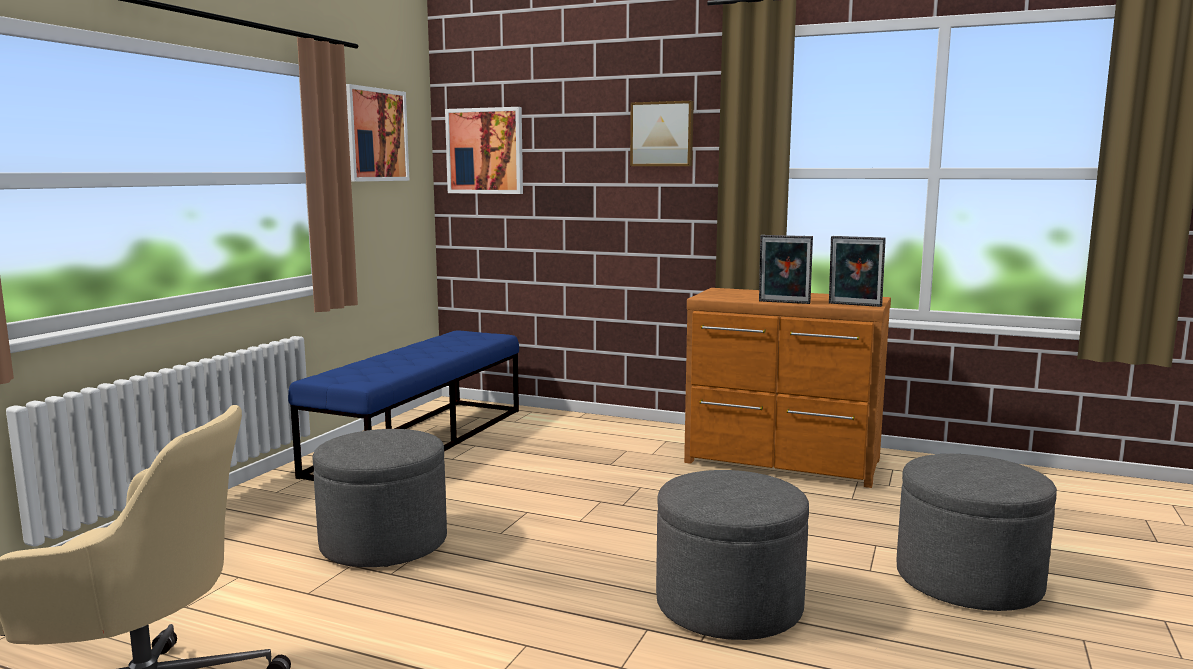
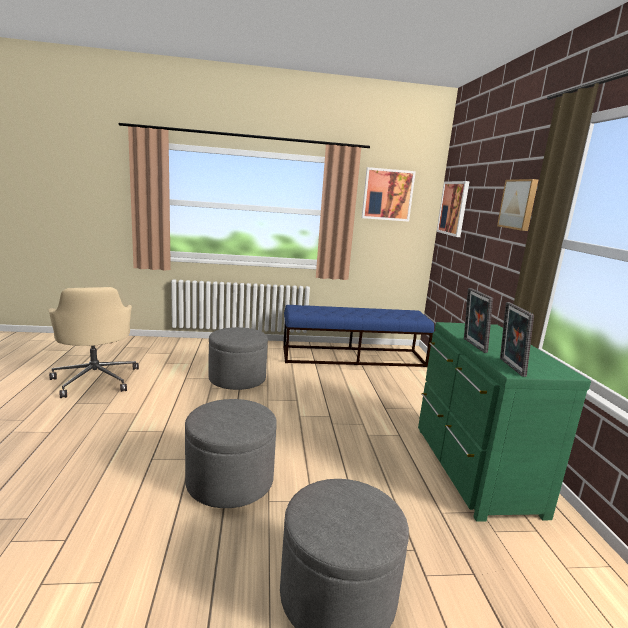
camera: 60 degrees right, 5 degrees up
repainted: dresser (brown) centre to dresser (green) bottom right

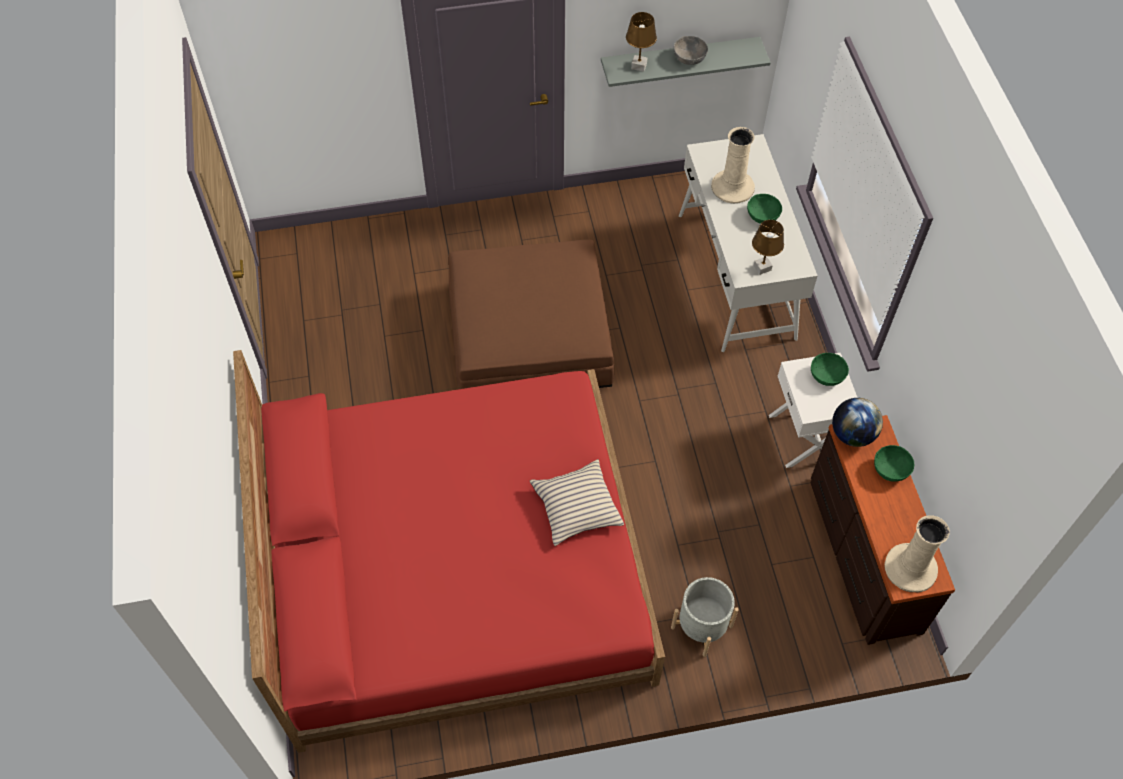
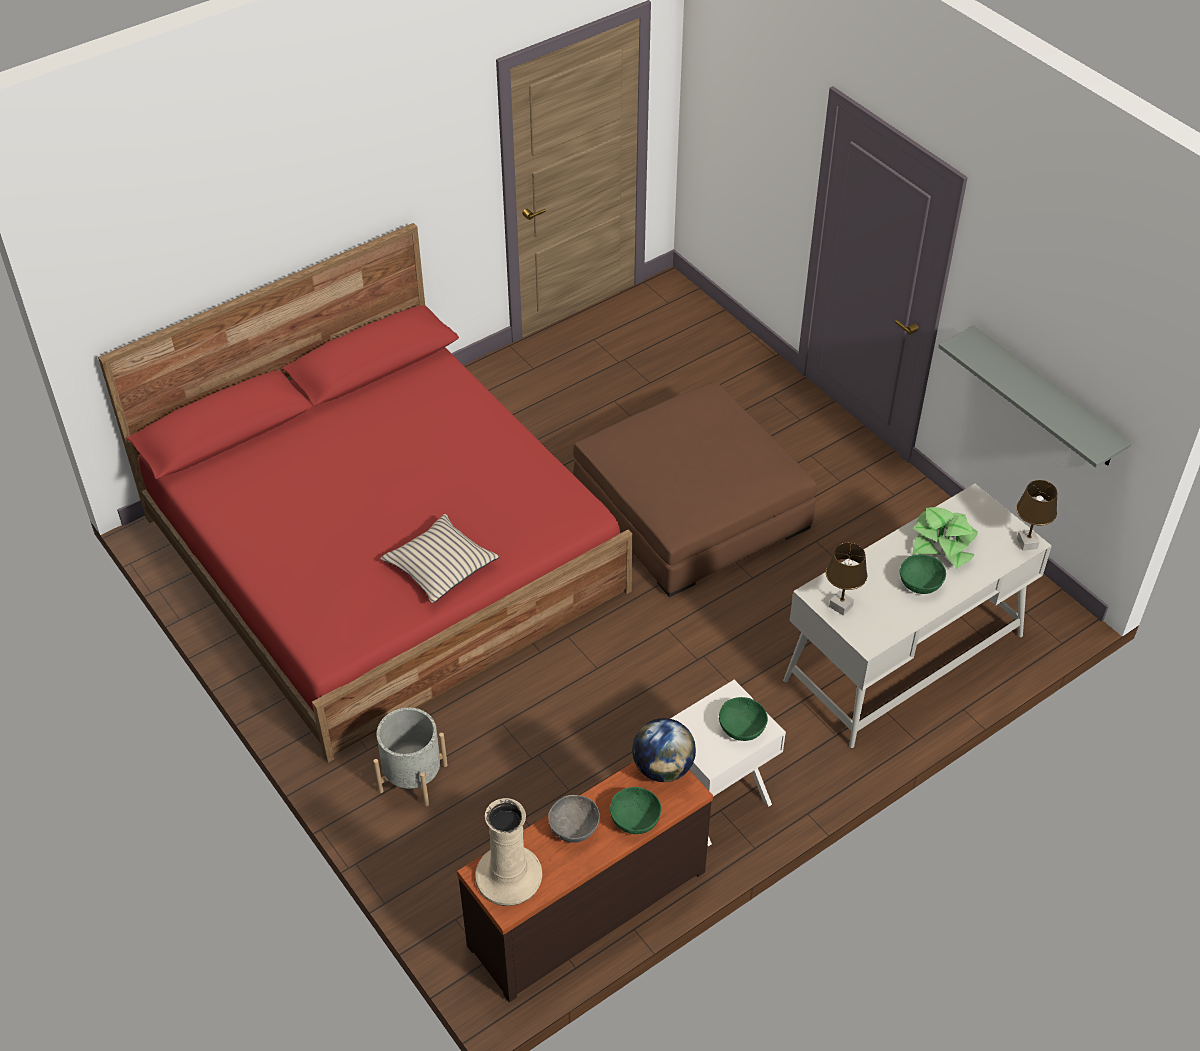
camera: 65 degrees right, 10 degrees down
shifted: table lamp (brown) (no. 1 from left in the first image) top centre to table lamp (brown) (no. 2 from left) middle right; bowl (grey) top centre to bottom centre
swapped: vase (beige) (no. 1 from left) top centre to potted plant middle right

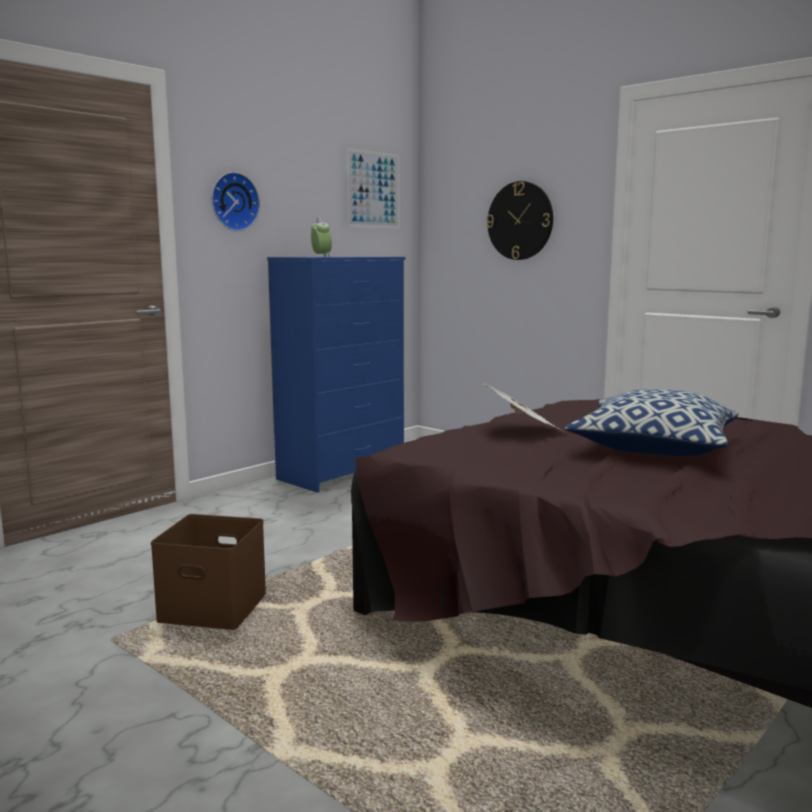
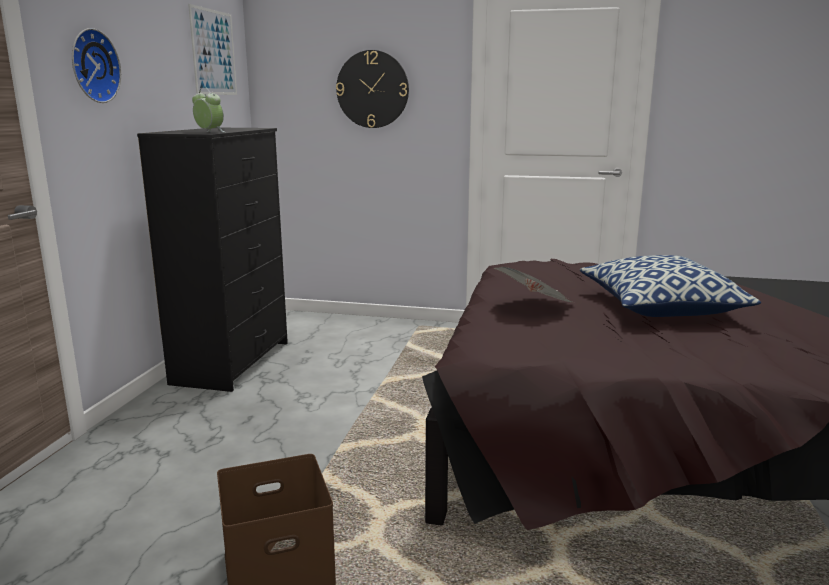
camera: 30 degrees left, 5 degrees up
repainted: dresser (blue) centre to dresser (black) middle left

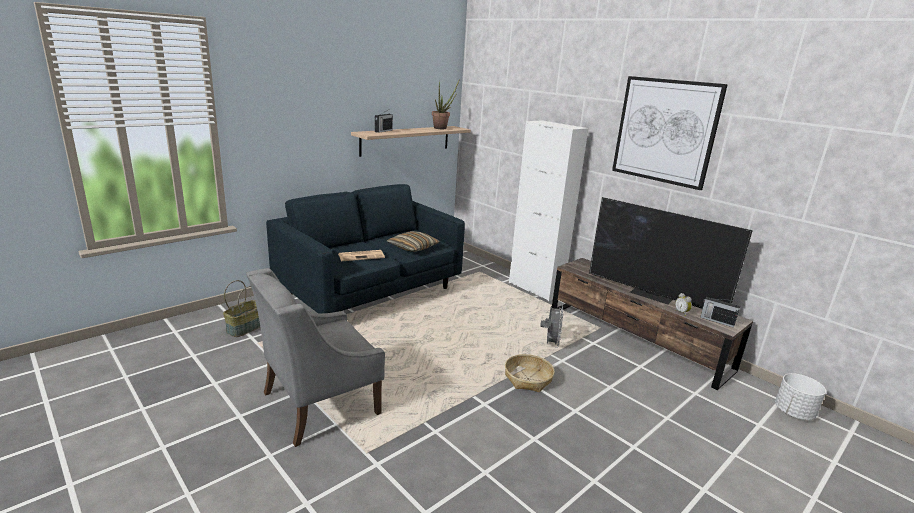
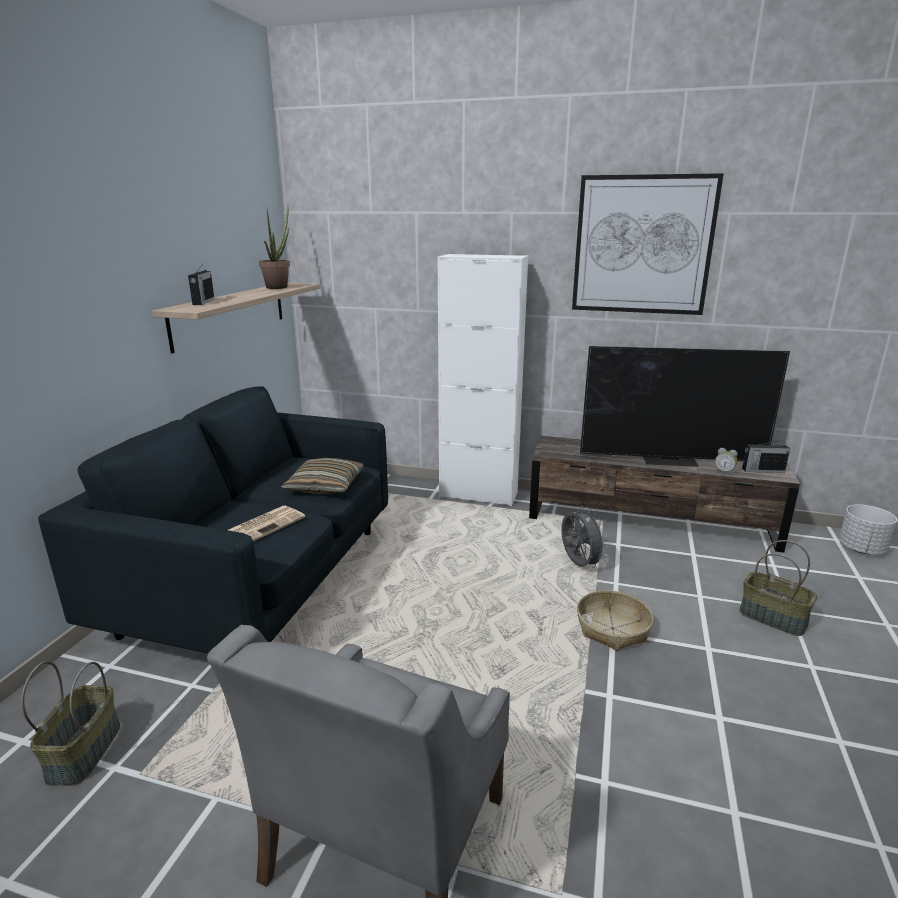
camera: 30 degrees left, 0 degrees up
new: basket (no. 3 from left) middle right

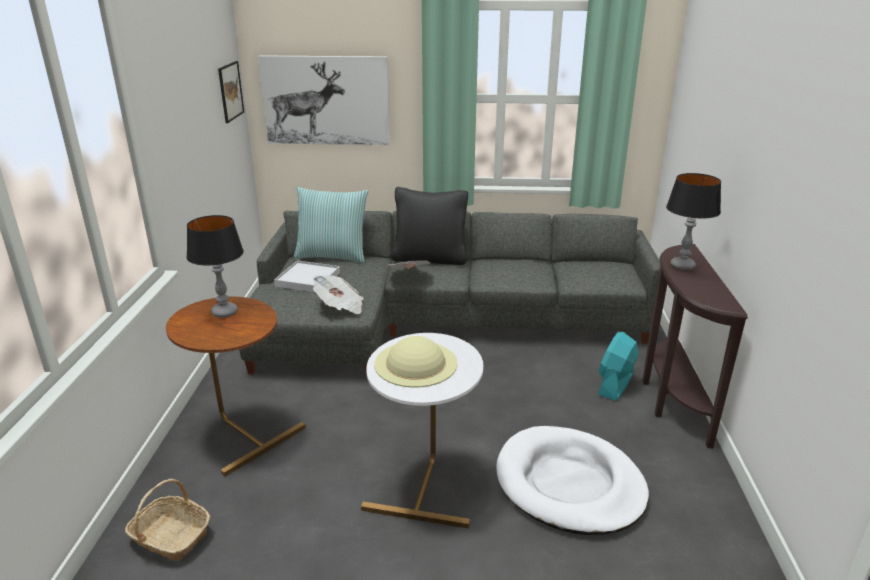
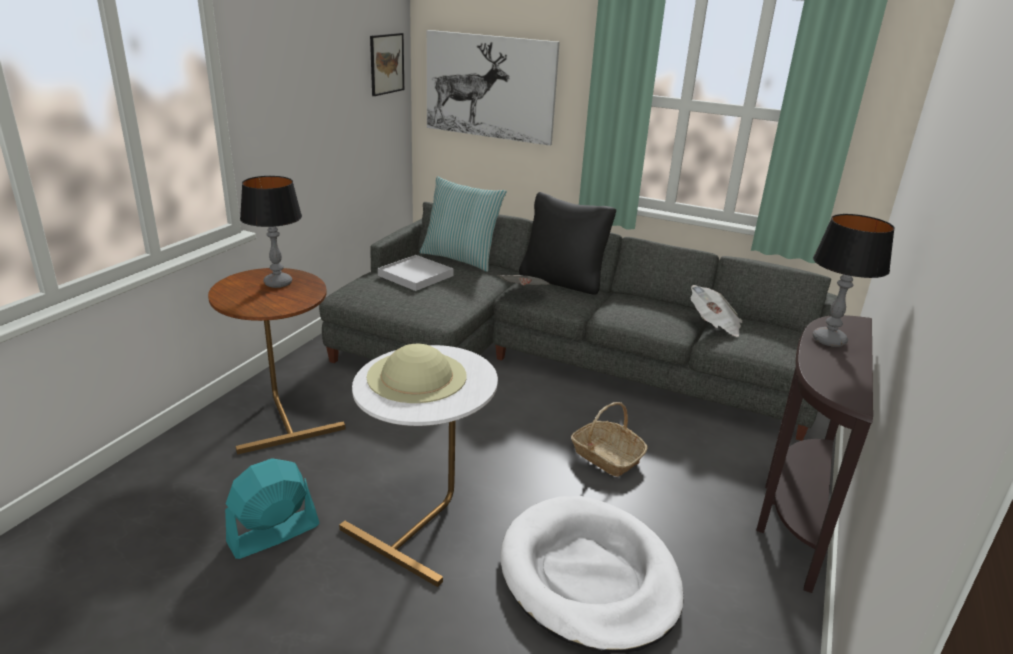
camera: 20 degrees right, 0 degrees up
shifted: basket bottom left to bottom centre; newspaper (no. 1 from left in the first image) centre to newspaper (no. 2 from left) middle right; fan (turquoise) middle right to bottom left

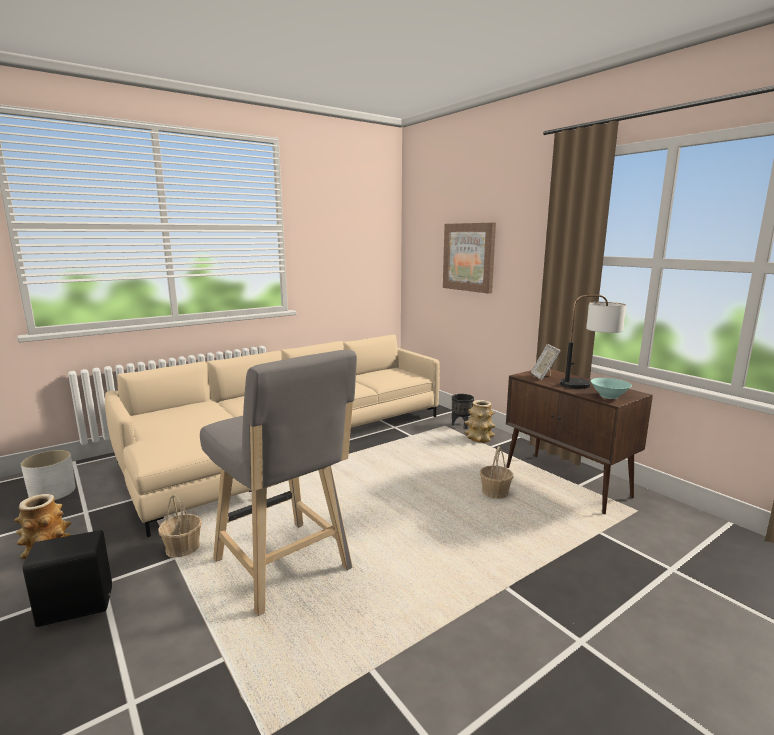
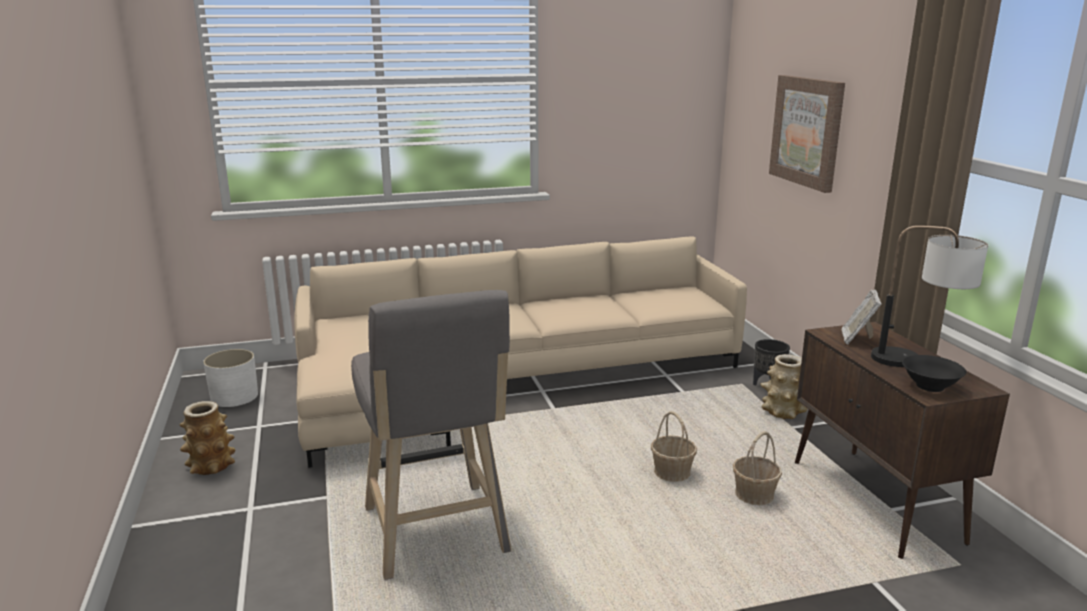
camera: 20 degrees right, 5 degrees up
gone: speaker (black) bottom left
shifted: basket (no. 1 from left) bottom left to bottom centre
repainted: bowl (turquoise) middle right to bowl (black) middle right

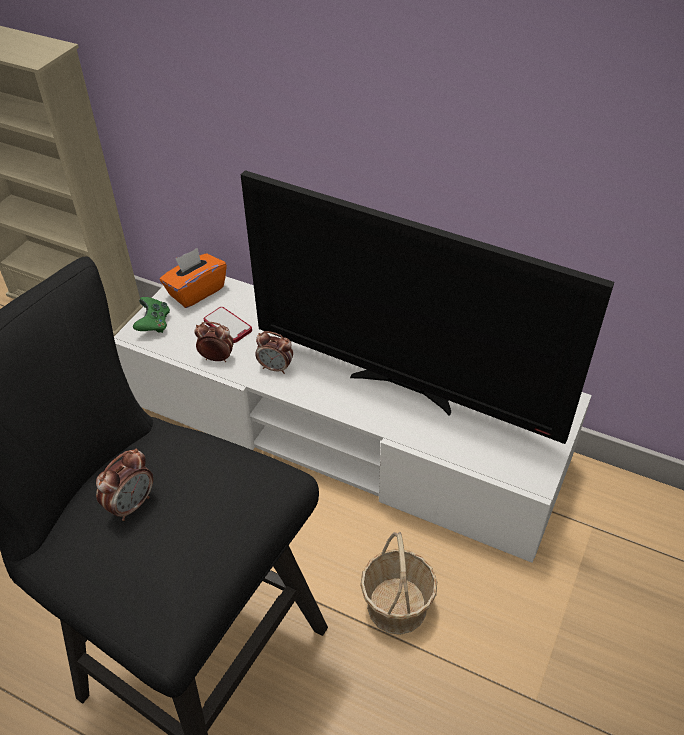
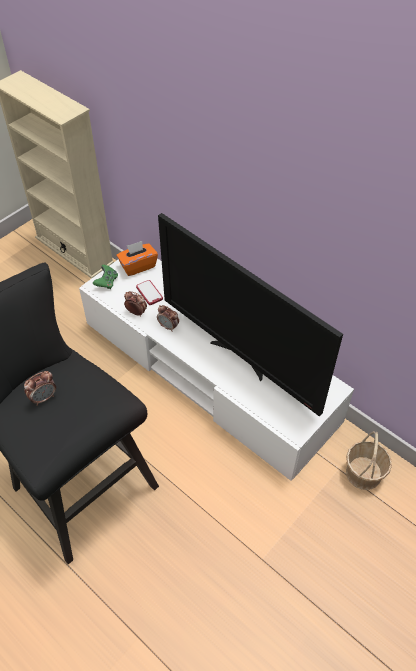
camera: 15 degrees right, 5 degrees up
shifted: basket bottom centre to bottom right

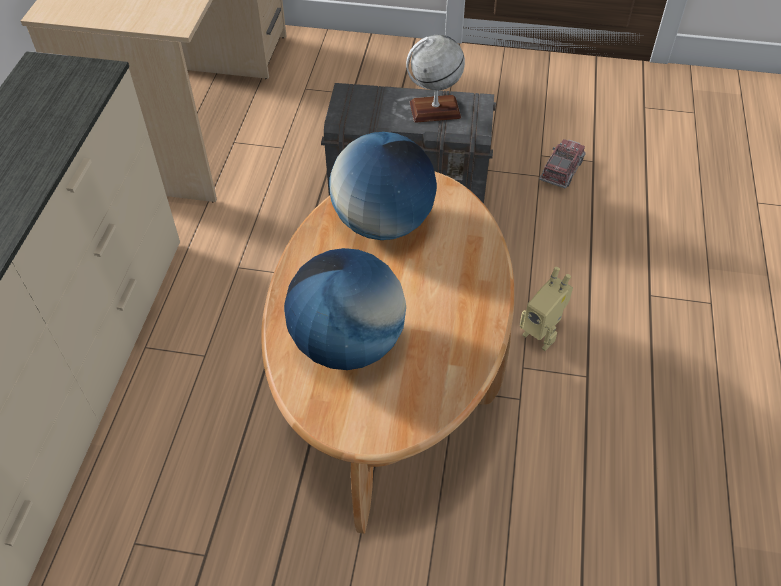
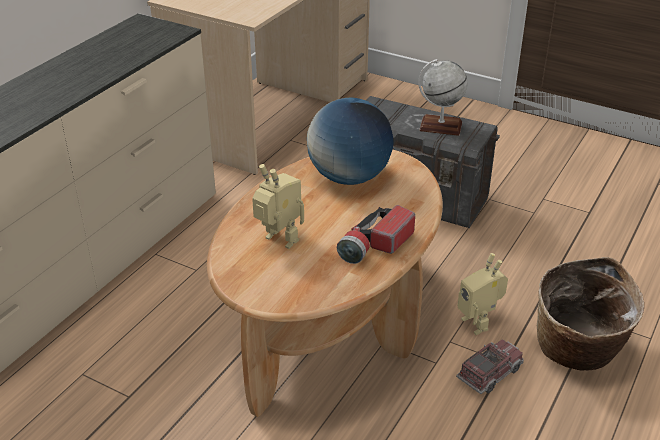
camera: 20 degrees right, 15 degrees down
new: flashlight centre; basket bottom right
shifted: toy truck top right to bottom right
swapped: globe (no. 1 from left) centre to toy robot (no. 1 from left) centre

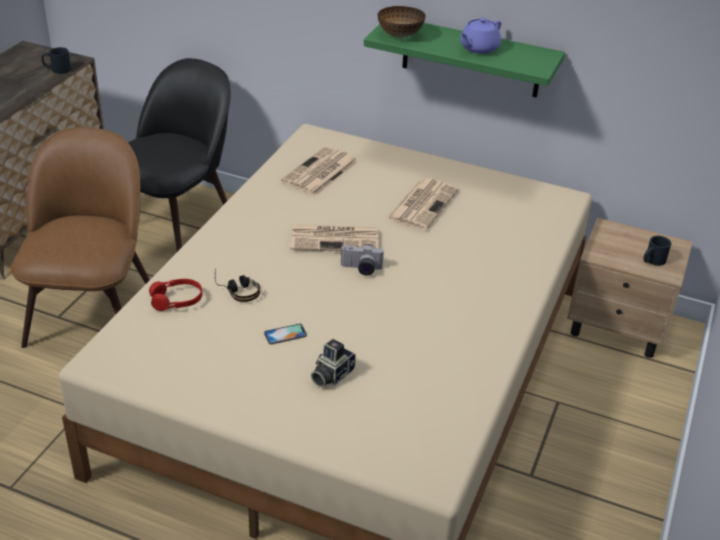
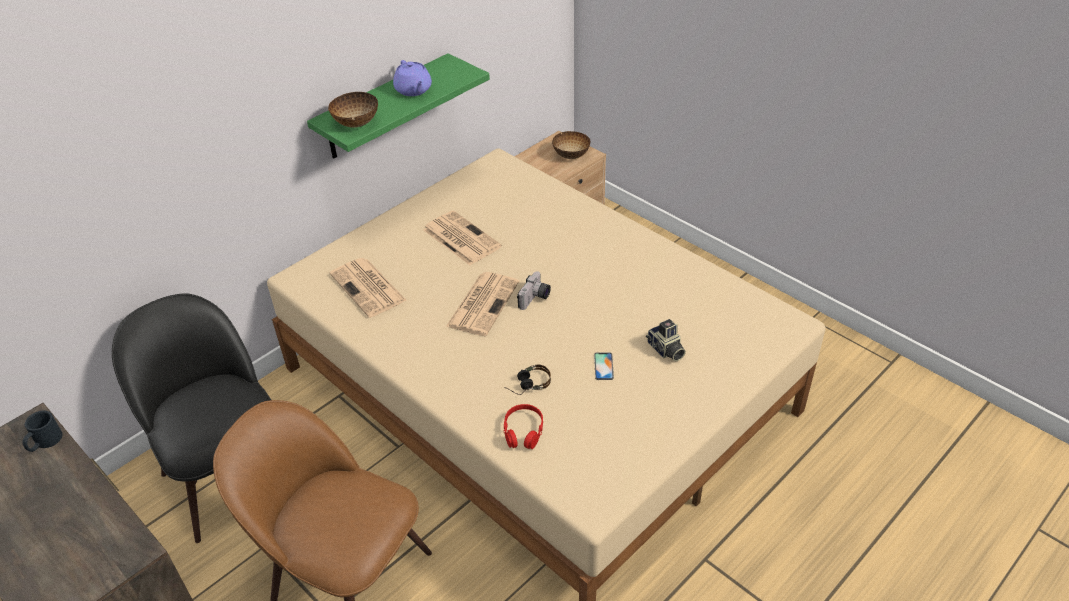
camera: 65 degrees left, 5 degrees up
swapped: mug (black) (no. 2 from left) middle right to bowl (no. 2 from left) top centre

